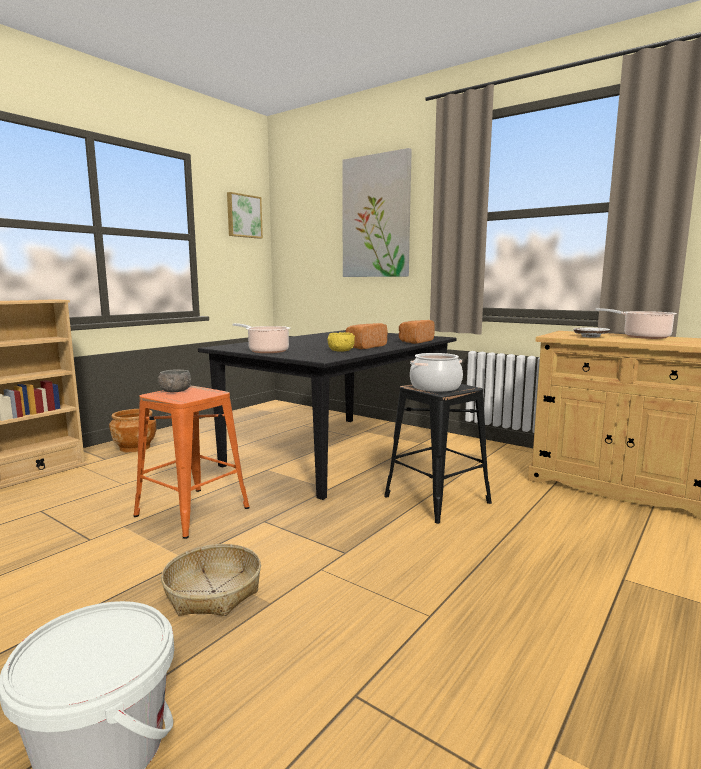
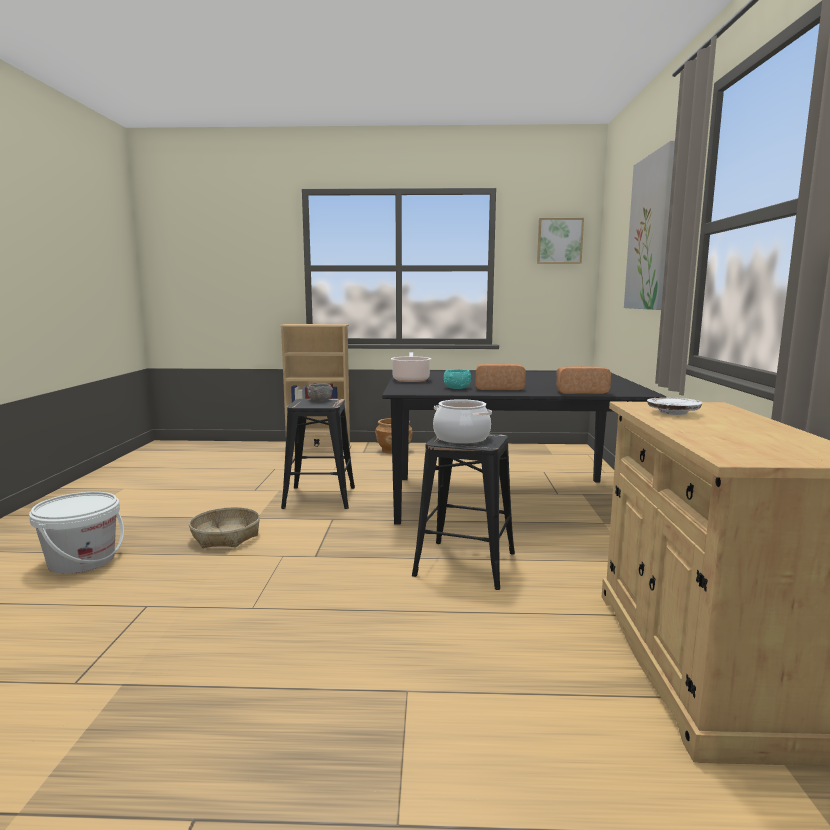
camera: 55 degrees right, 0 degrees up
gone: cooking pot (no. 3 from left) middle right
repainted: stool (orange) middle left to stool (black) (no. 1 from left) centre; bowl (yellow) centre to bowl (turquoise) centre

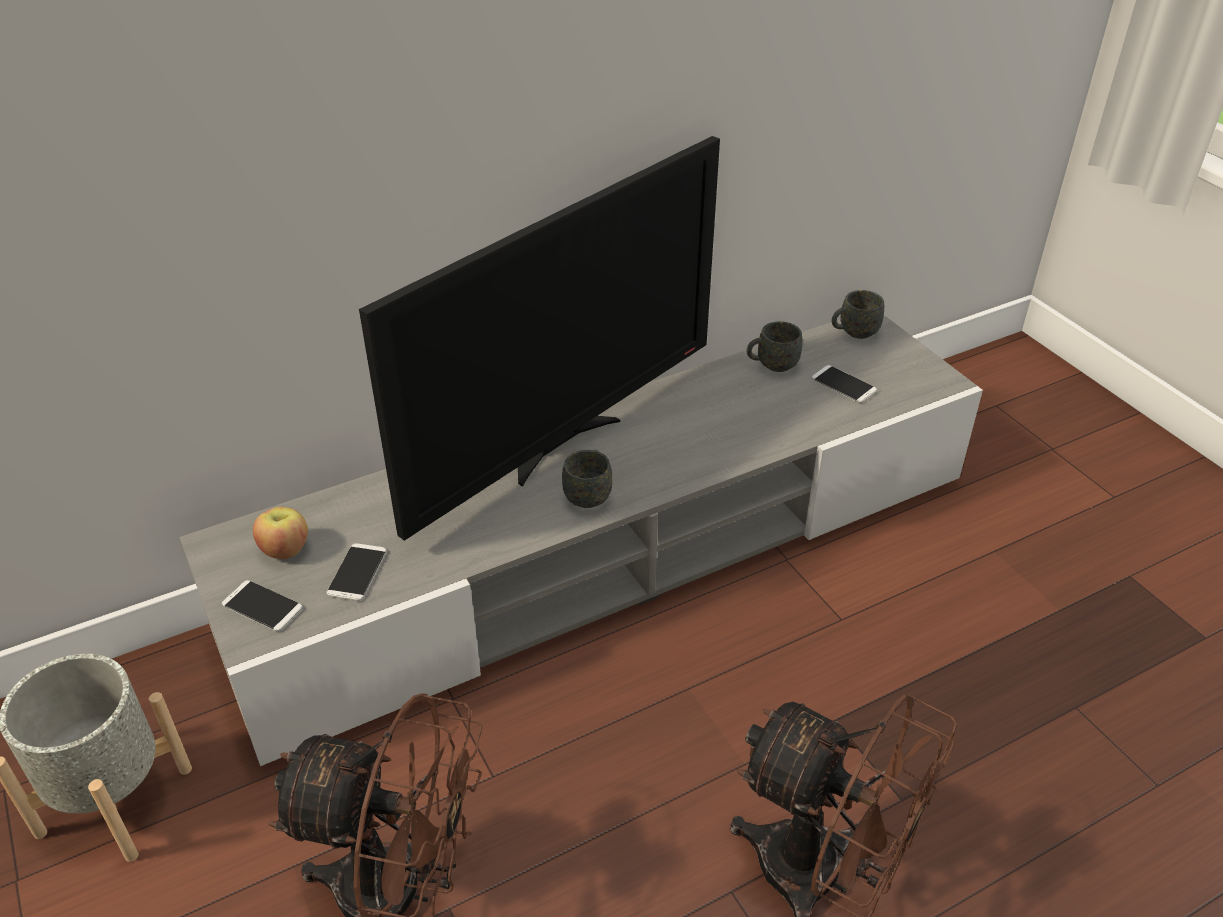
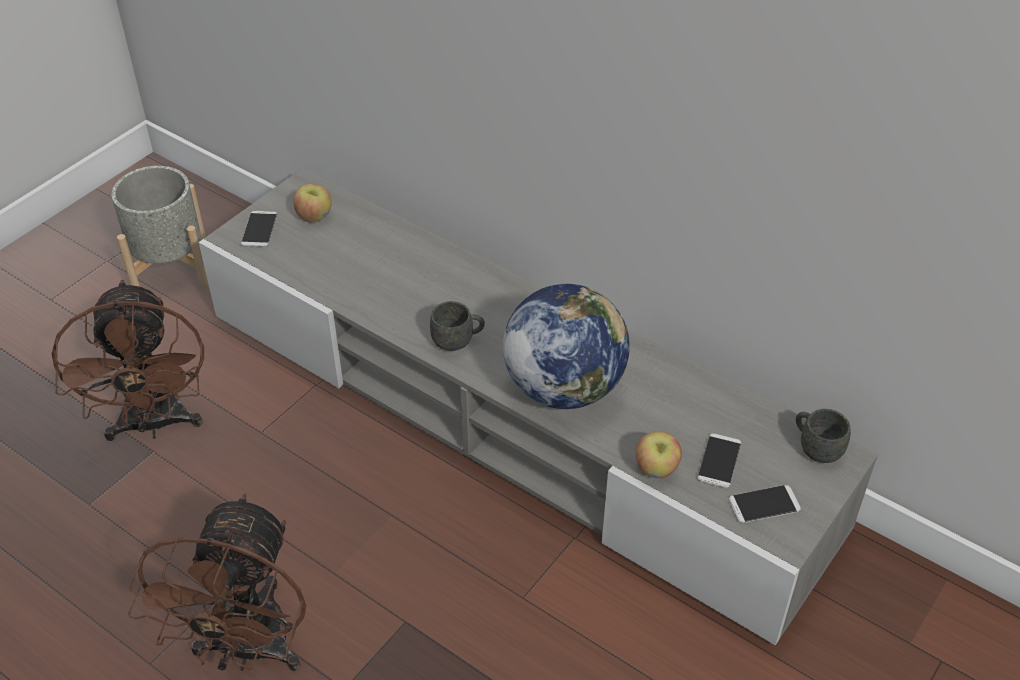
camera: 65 degrees right, 5 degrees up
gone: television centre; mug (grey) (no. 2 from left) centre
new: globe centre; apple (no. 2 from left) bottom centre
shifted: phone (no. 2 from left in the first image) middle left to phone (no. 3 from left) bottom right

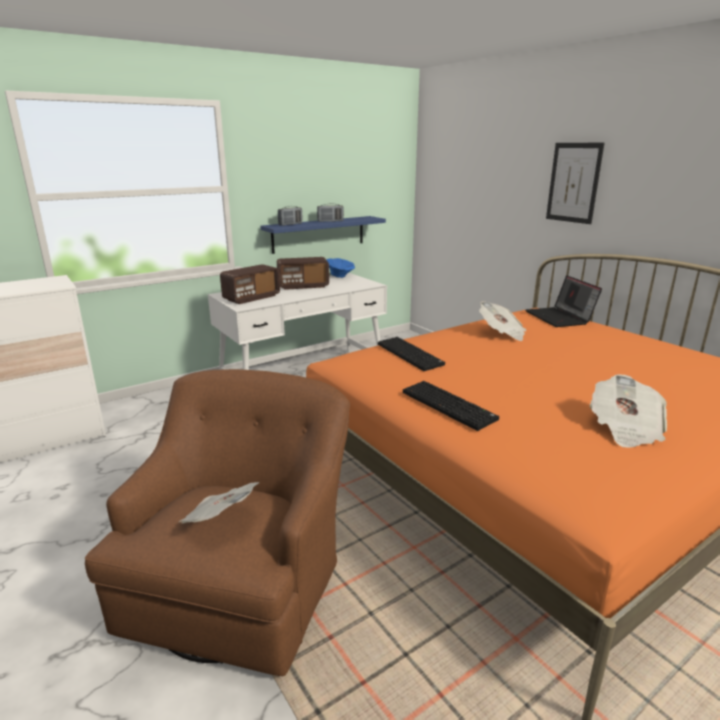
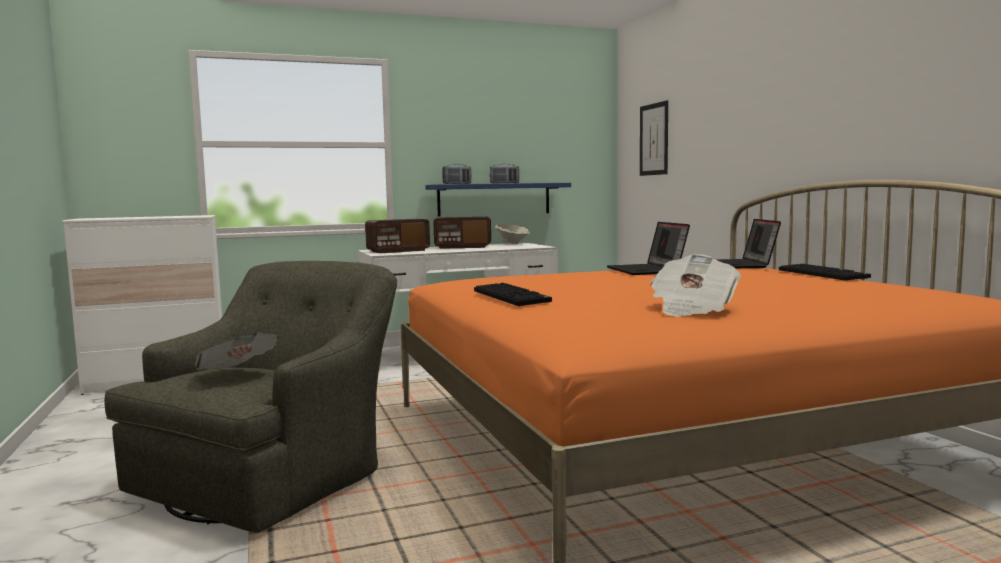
camera: 15 degrees right, 15 degrees down
shifted: keyboard (no. 1 from left in the first image) centre to keyboard (no. 2 from left) middle right; picture top right to top centre
swapped: newspaper (no. 2 from left) middle right to laptop (no. 1 from left) centre
repainted: armchair (brown) bottom left to armchair (green) bottom left; bowl (blue) centre to bowl (beige) centre

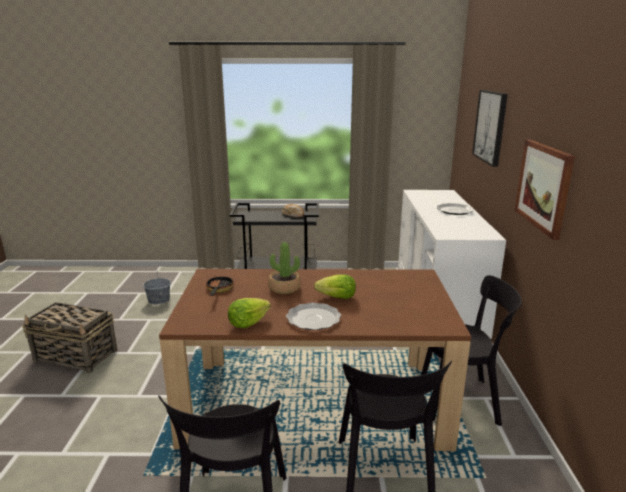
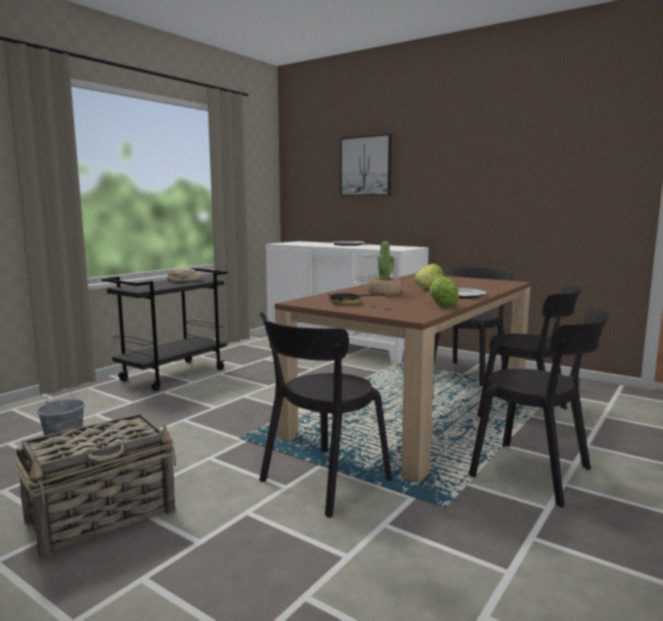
camera: 55 degrees left, 10 degrees down
gone: picture (no. 2 from left) middle right
new: chair (black) (no. 1 from left) bottom centre

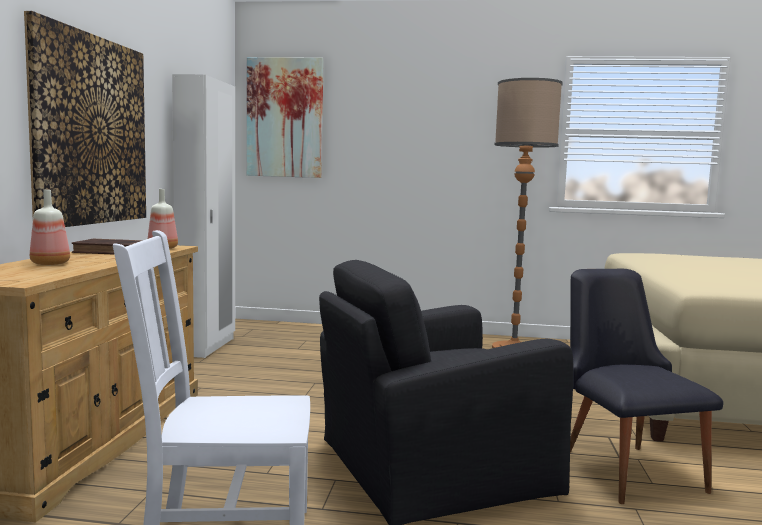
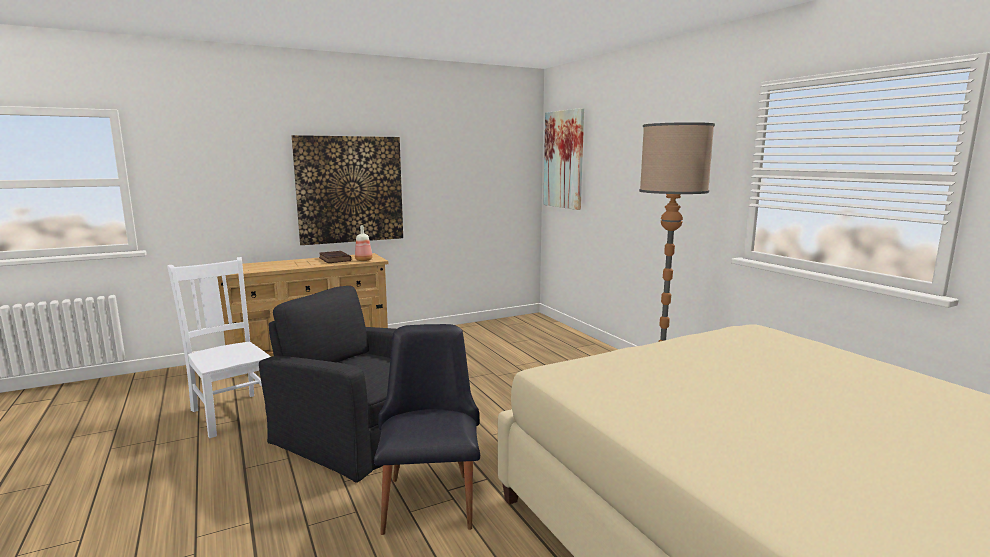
camera: 55 degrees right, 5 degrees up
gone: bottle (no. 1 from left) middle left; wardrobe (white) middle left
rotated: chair (black) bottom right = bottom centre 45 degrees counterclockwise

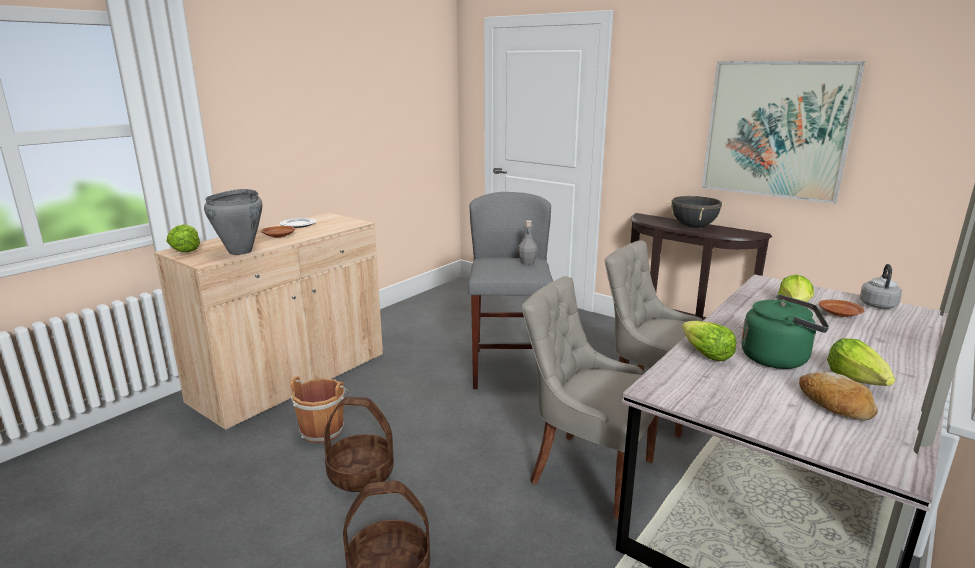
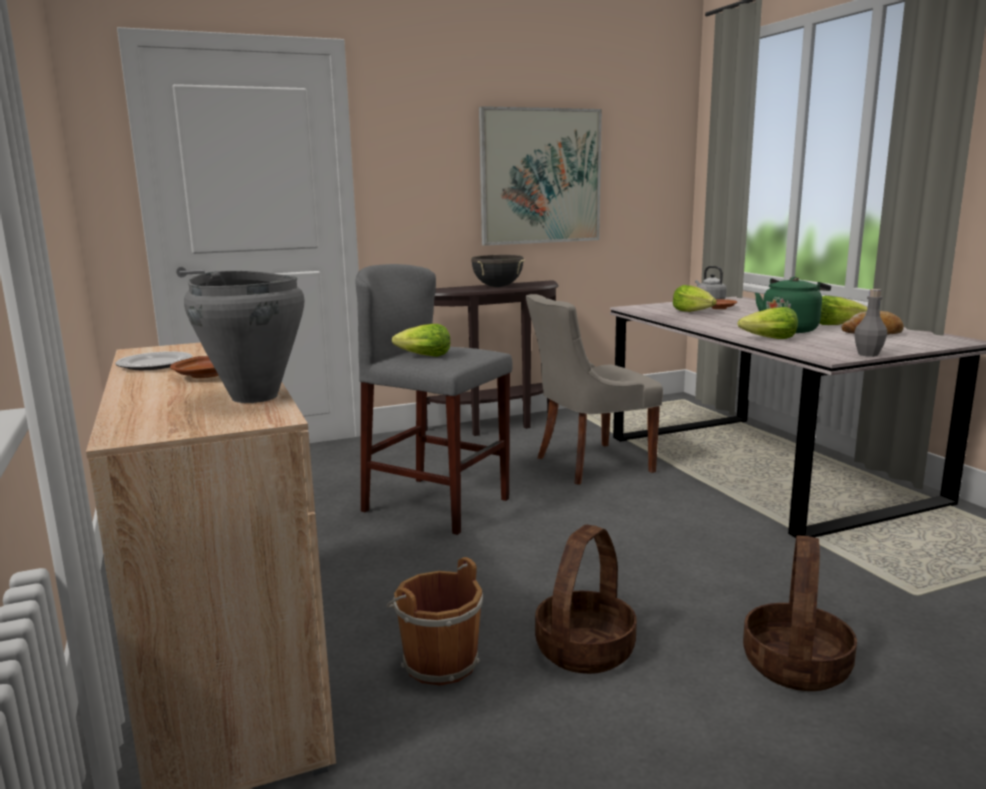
camera: 60 degrees left, 5 degrees down
gone: chair (grey) (no. 1 from left) bottom centre
shifted: lettuce (no. 1 from left) middle left to centre; bottle (grey) centre to middle right

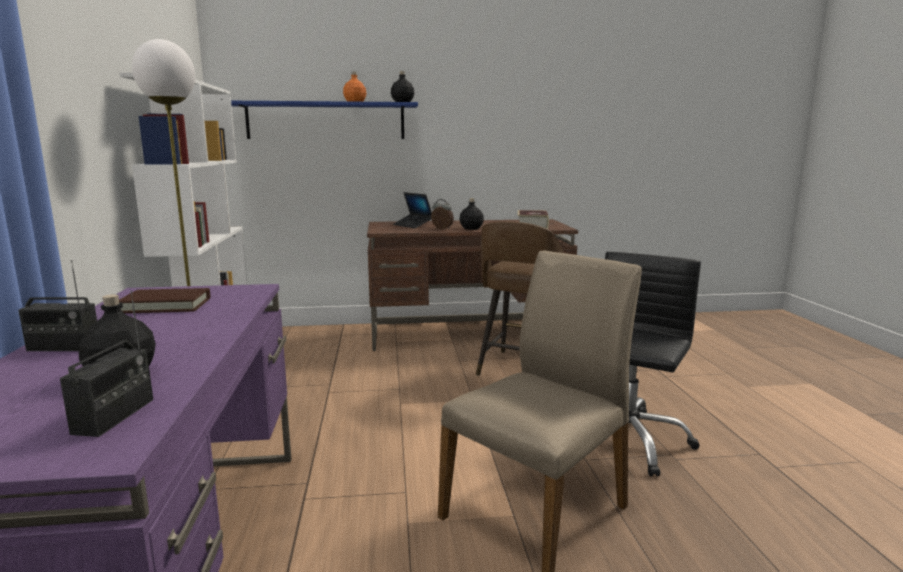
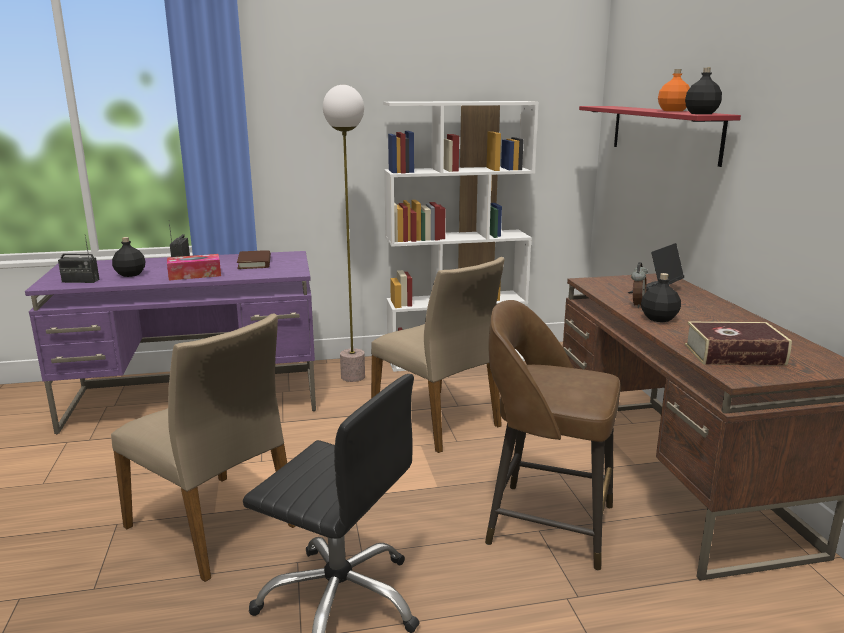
camera: 85 degrees right, 5 degrees up
new: tissue box middle left; chair (beige) (no. 2 from left) centre
repainted: shelf (blue) top centre to shelf (red) top right

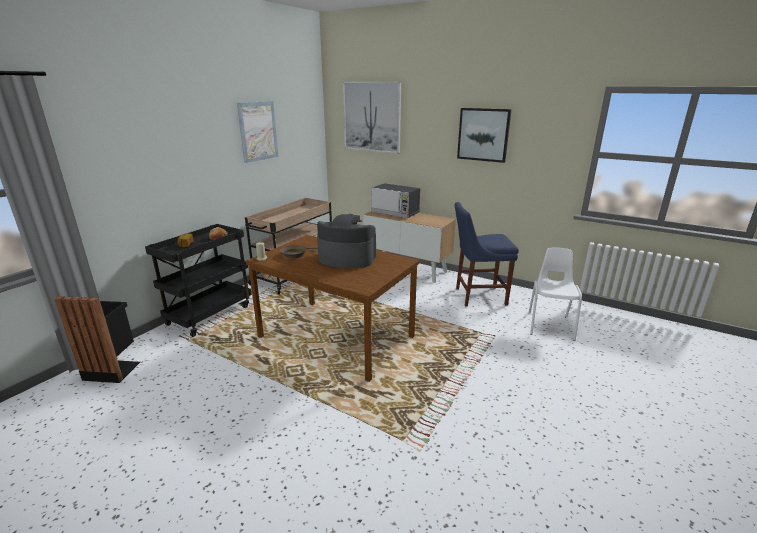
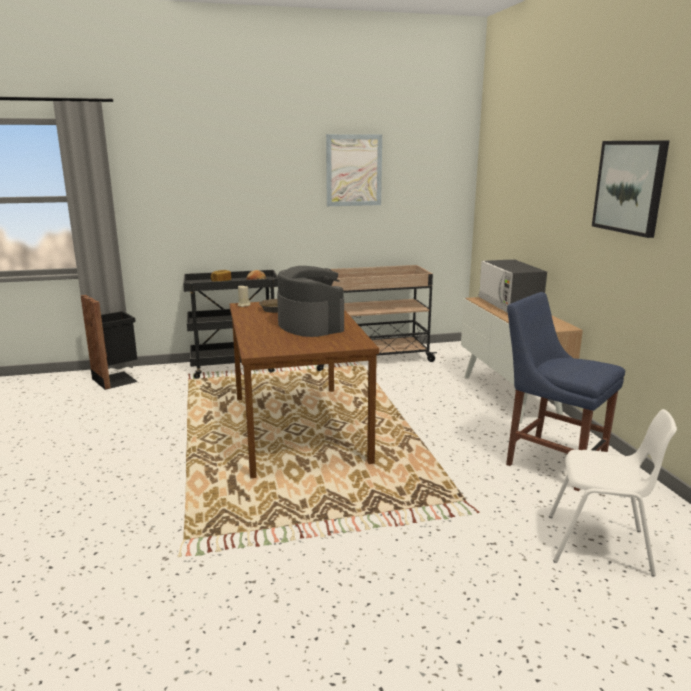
camera: 45 degrees right, 5 degrees down
gone: picture (no. 2 from left) top centre
rotated: chair (white) middle right = bottom right 45 degrees clockwise

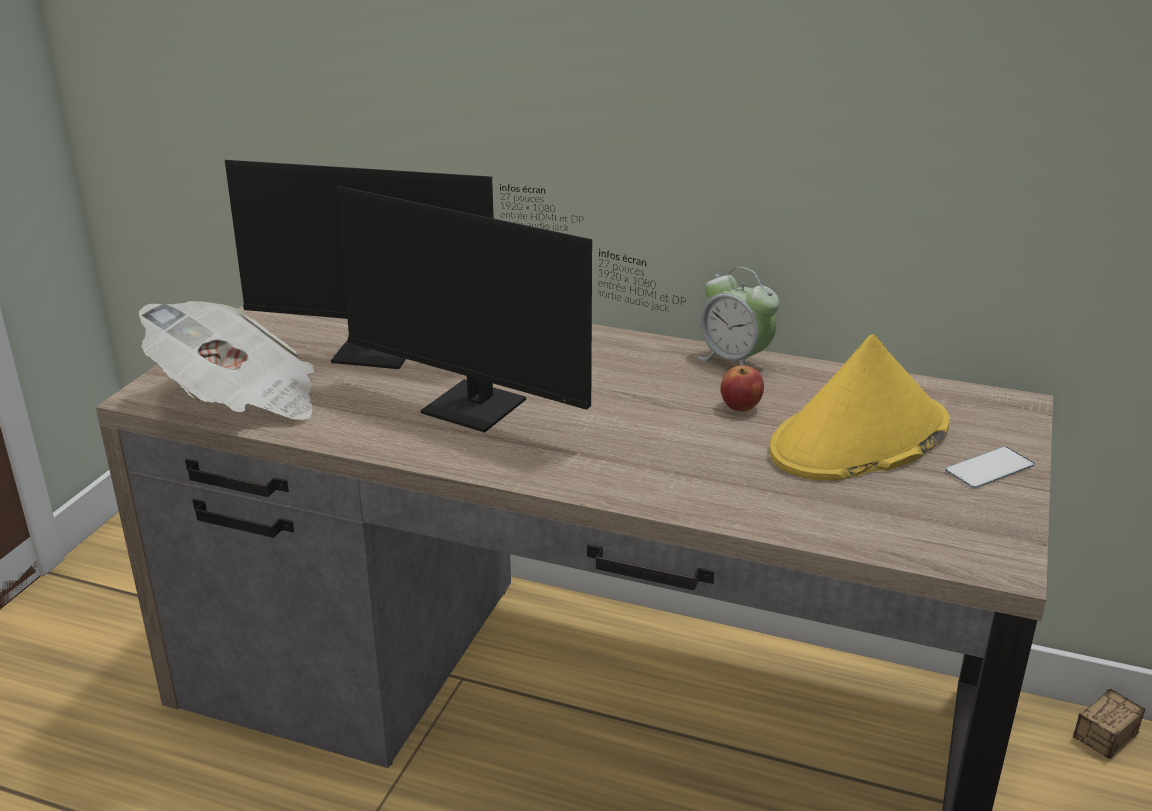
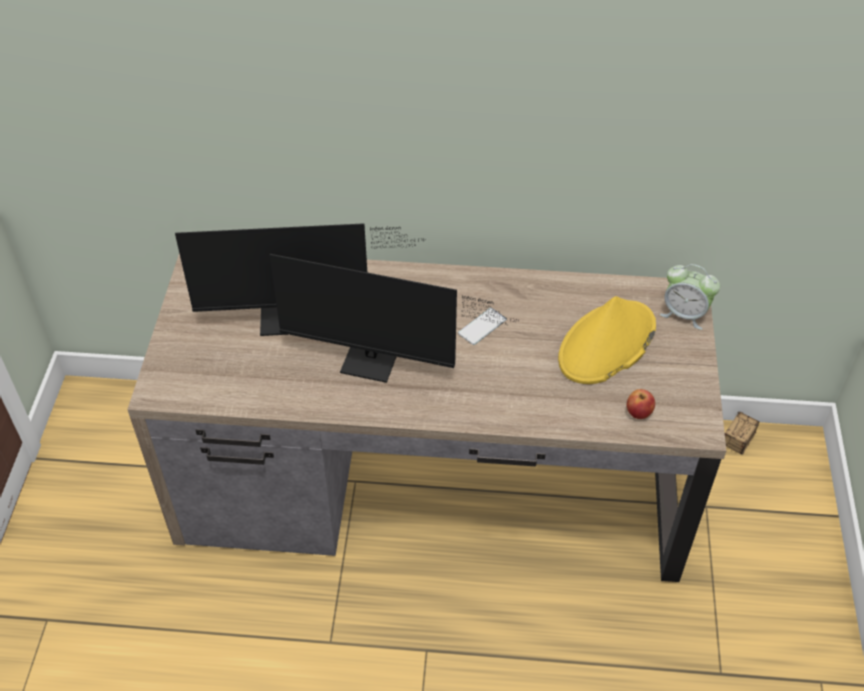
camera: 15 degrees left, 20 degrees up
gone: newspaper middle left
shifted: alarm clock centre to middle right; apple centre to middle right; phone middle right to centre

